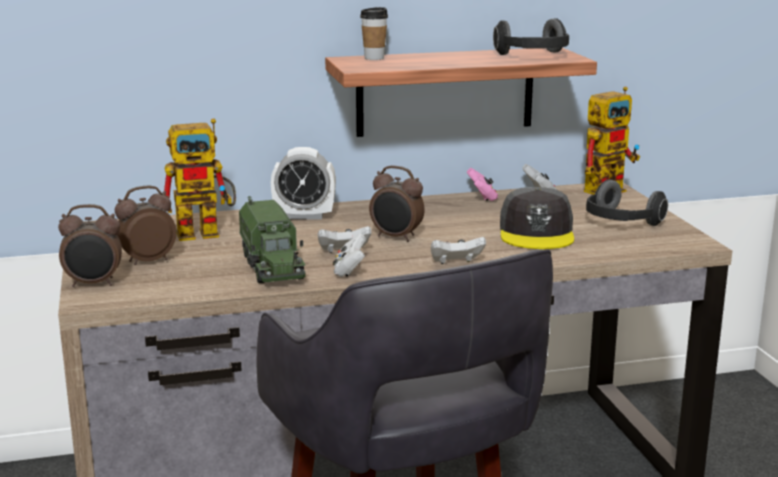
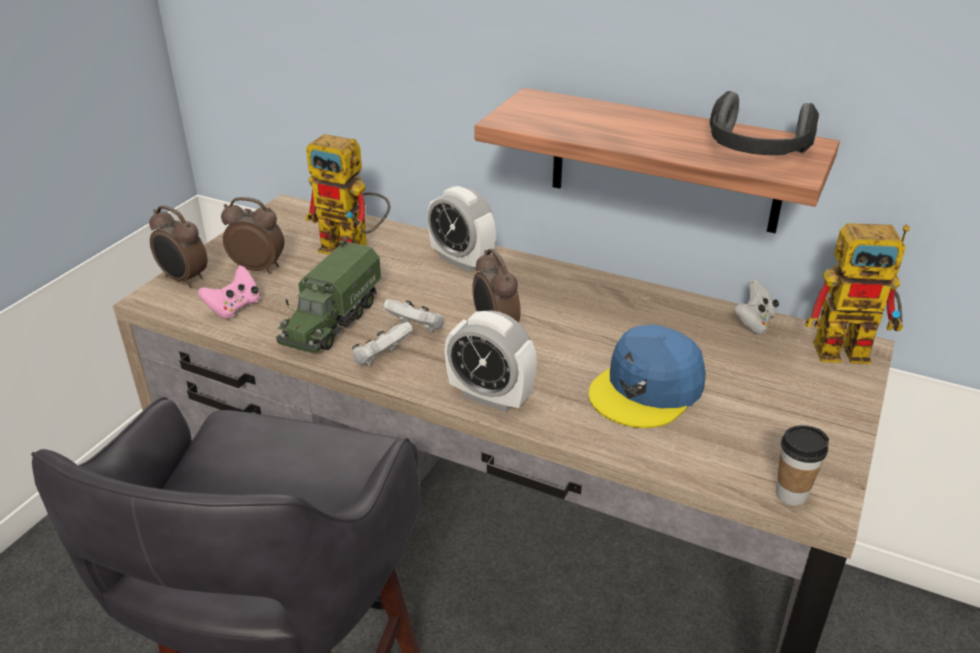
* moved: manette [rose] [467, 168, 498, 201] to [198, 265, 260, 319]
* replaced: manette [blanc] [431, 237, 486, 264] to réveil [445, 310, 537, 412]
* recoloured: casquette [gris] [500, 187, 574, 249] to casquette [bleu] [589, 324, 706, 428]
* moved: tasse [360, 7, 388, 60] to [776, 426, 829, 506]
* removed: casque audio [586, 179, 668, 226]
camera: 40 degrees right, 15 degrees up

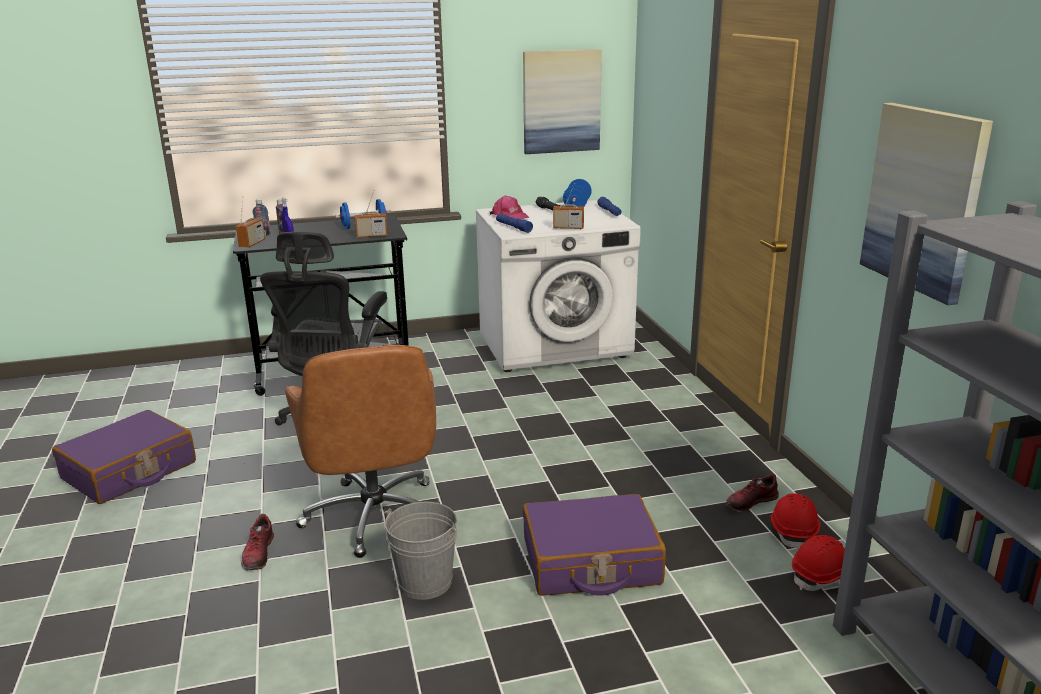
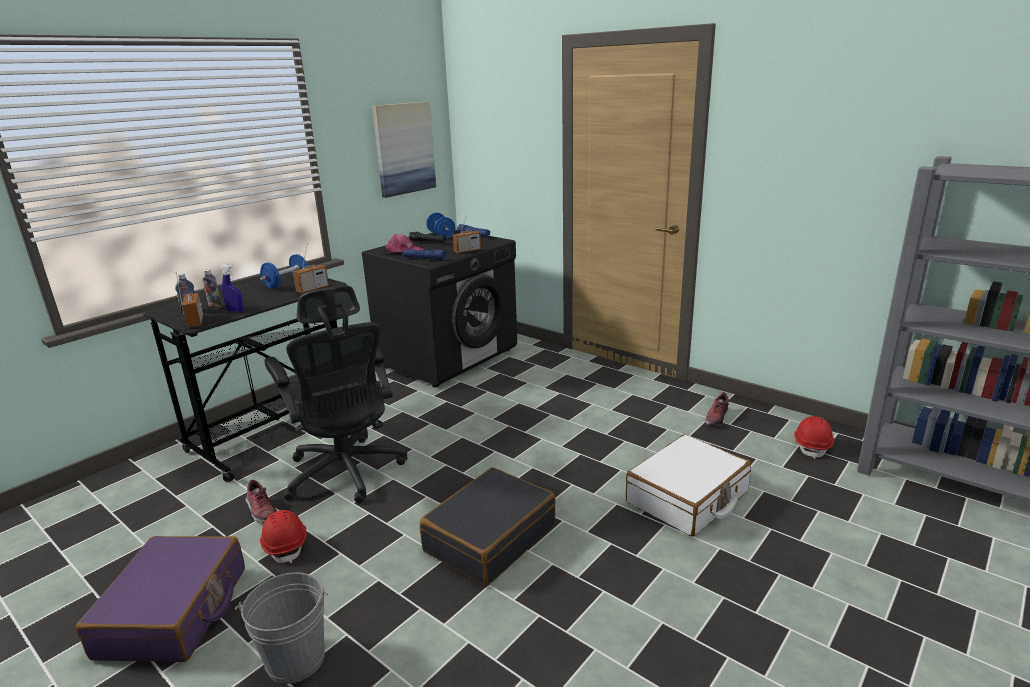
* moved: seau [gris] [384, 502, 457, 600] to [235, 572, 328, 684]
* moved: chaussure [241, 514, 274, 571] to [245, 480, 277, 524]
* moved: casque de chantier [rouge] [770, 493, 821, 550] to [260, 510, 307, 563]
* recoloured: lave-linge [blanc] [476, 200, 641, 372] to lave-linge [noir] [362, 230, 517, 387]
* replaced: chaise de bureau [marron] [285, 345, 436, 558] to valise [noir] [420, 467, 556, 586]
* recoloured: valise [violet] [523, 494, 666, 596] to valise [blanc] [626, 434, 751, 537]
* removed: tableau [860, 103, 993, 305]
camera: 35 degrees left, 0 degrees up

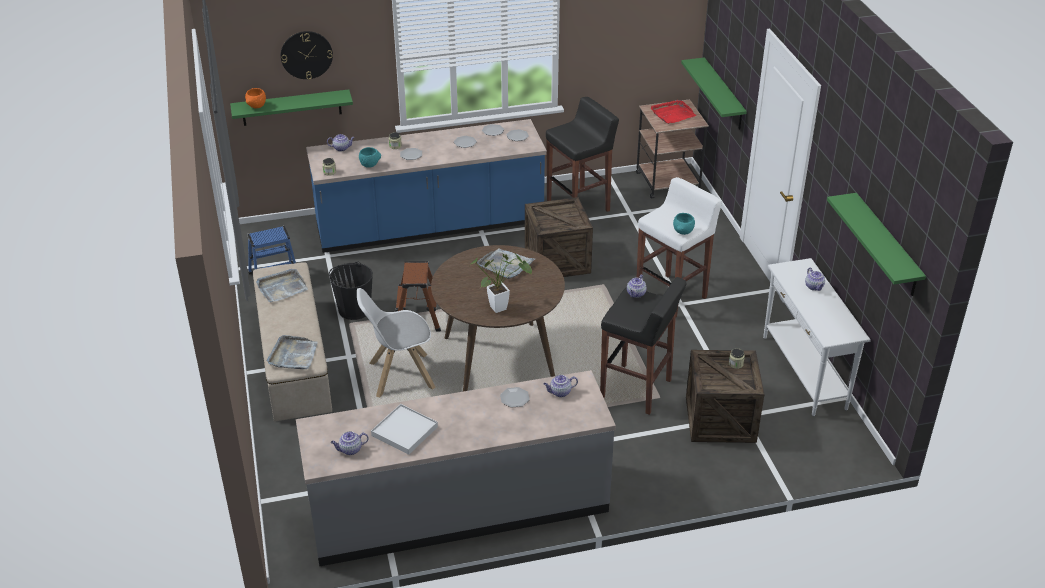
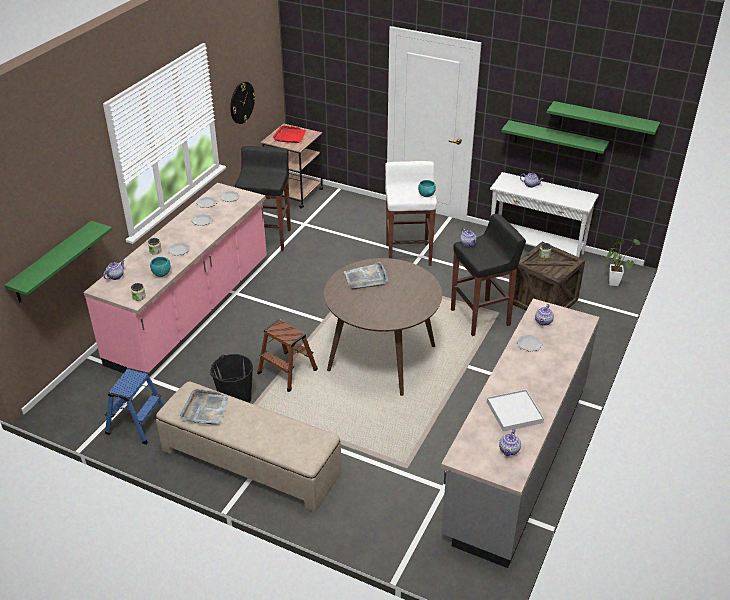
* recoloured: comptoir de cuisine [bleu] [306, 119, 547, 253] to comptoir de cuisine [rose] [84, 183, 267, 373]
* moved: horloge murale [281, 31, 333, 80] to [230, 82, 256, 124]
* moved: étagère [vert] [681, 57, 747, 130] to [501, 120, 609, 161]
* moved: plante en pot [468, 254, 532, 313] to [607, 238, 640, 286]
* removed: bol [orange] [245, 88, 266, 108]
* removed: plateau [gris] [267, 335, 317, 369]
* removed: chaise [357, 288, 436, 398]
* removed: caisse [525, 197, 593, 277]
camera: 50 degrees left, 0 degrees up

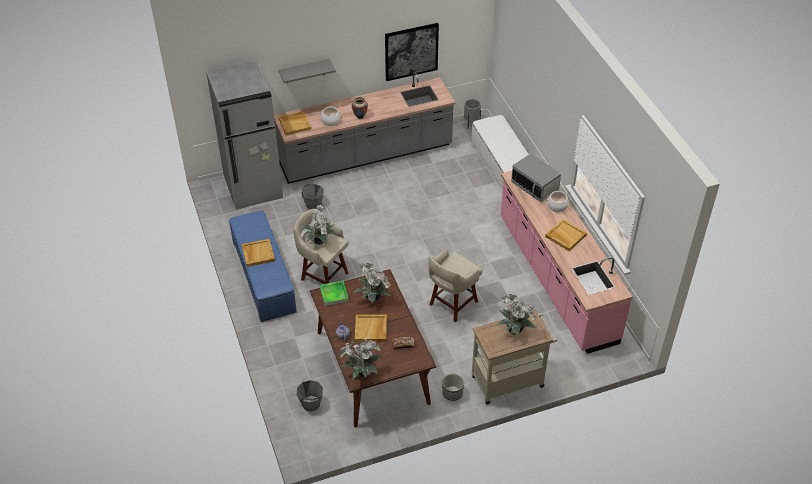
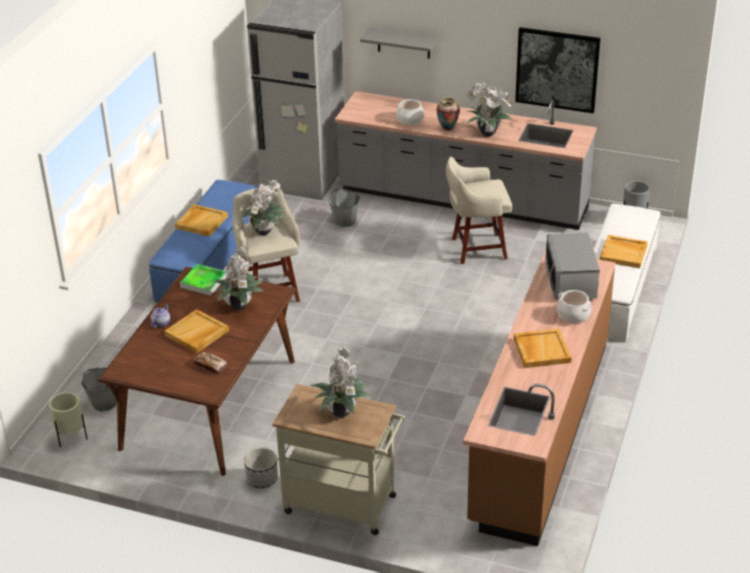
* added: cache-pot [beige] [49, 392, 87, 447]
* moved: tabouret [beige] [428, 249, 482, 322] to [446, 157, 512, 264]
* recoloured: comptoir de cuisine [rose] [501, 171, 633, 354] to comptoir de cuisine [marron] [463, 250, 615, 546]
* moved: plante en pot [337, 338, 382, 380] to [466, 82, 514, 137]
* moved: plateau [beige] [279, 111, 311, 135] to [600, 235, 648, 268]
camera: 40 degrees right, 10 degrees down

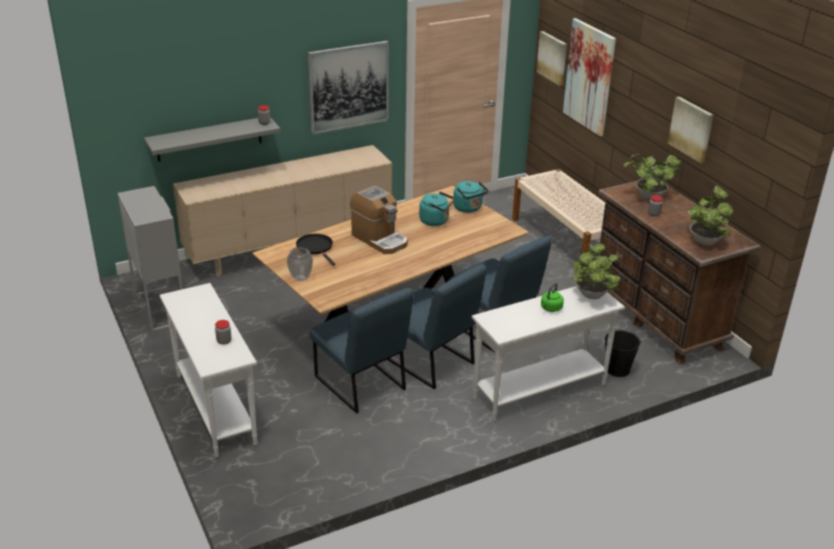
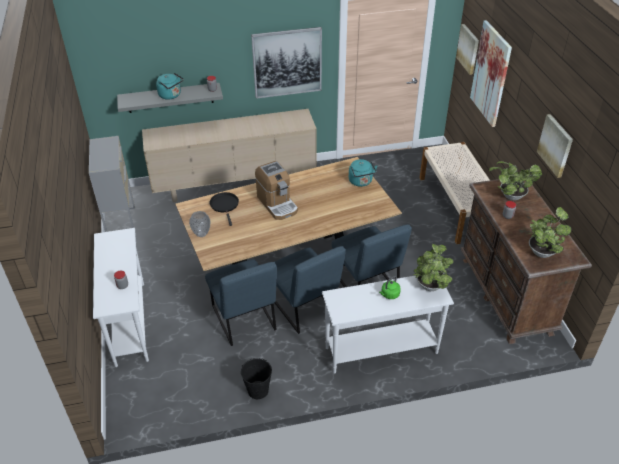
* moved: bouilloire [turquoise] [419, 192, 455, 226] to [156, 73, 184, 100]
* moved: seau [noir] [605, 330, 641, 377] to [241, 358, 272, 399]
camera: 15 degrees right, 10 degrees up

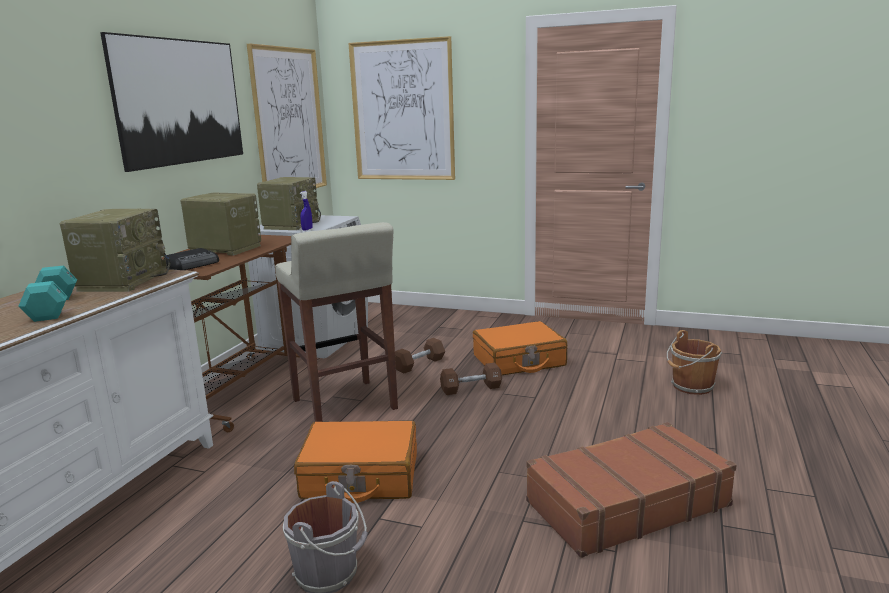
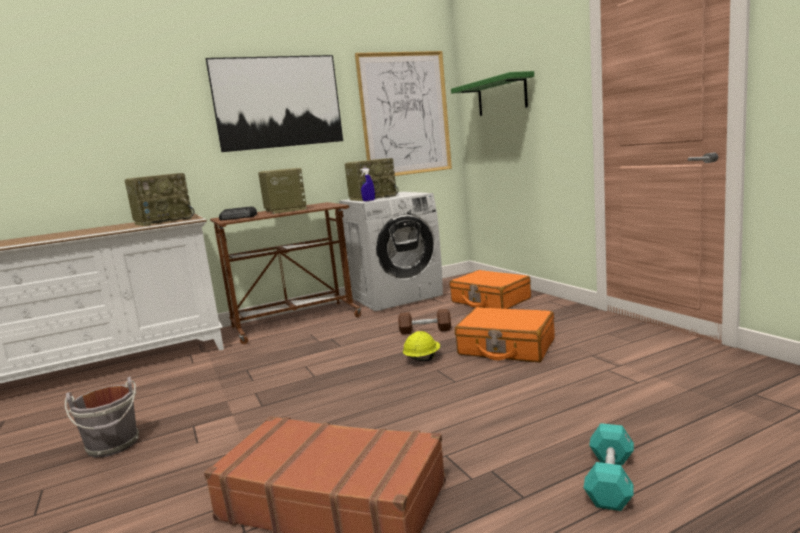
* replaced: haltère [marron] [440, 363, 502, 395] to casque de chantier [jaune] [403, 331, 440, 361]
* moved: valise [orange] [294, 421, 417, 503] to [449, 270, 531, 309]
* replaced: tableau [348, 36, 455, 180] to étagère [vert] [451, 71, 534, 116]
* moved: haltère [turquoise] [19, 265, 77, 322] to [584, 423, 634, 511]
* removed: tabouret [beige] [275, 222, 398, 422]
* removed: seau [marron] [667, 330, 722, 395]
camera: 45 degrees right, 5 degrees down

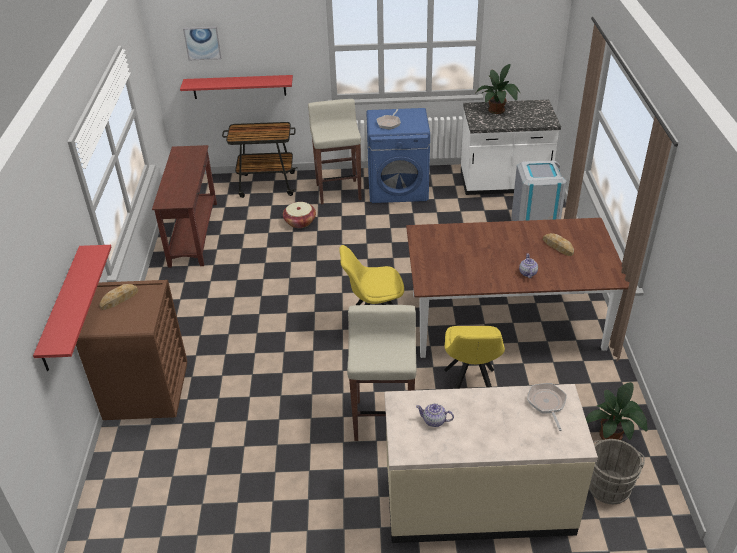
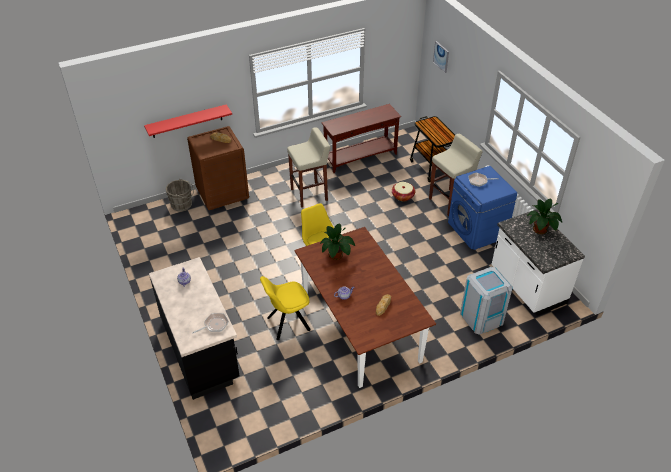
* recoloured: comptoir de cuisine [beige] [385, 384, 598, 543] to comptoir de cuisine [noir] [149, 257, 240, 400]
* moved: seau [gris] [589, 439, 645, 504] to [166, 179, 194, 211]
* moved: tabouret [beige] [347, 305, 417, 441] to [287, 127, 330, 208]
* moved: plante en pot [586, 382, 648, 440] to [320, 223, 355, 260]
* removed: étagère [rouge] [180, 75, 293, 99]
camera: 65 degrees right, 5 degrees up

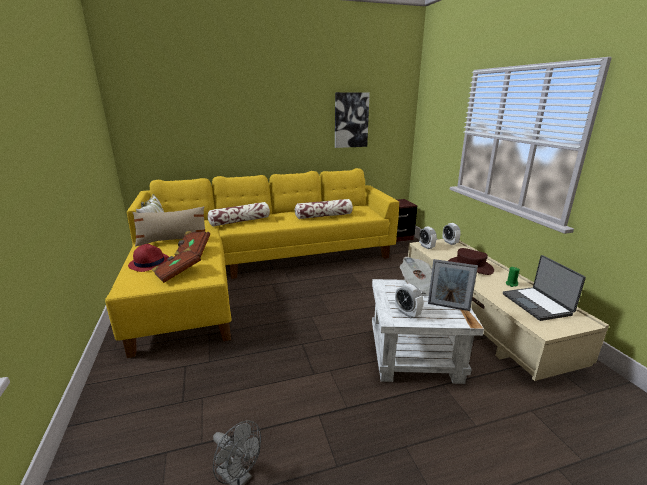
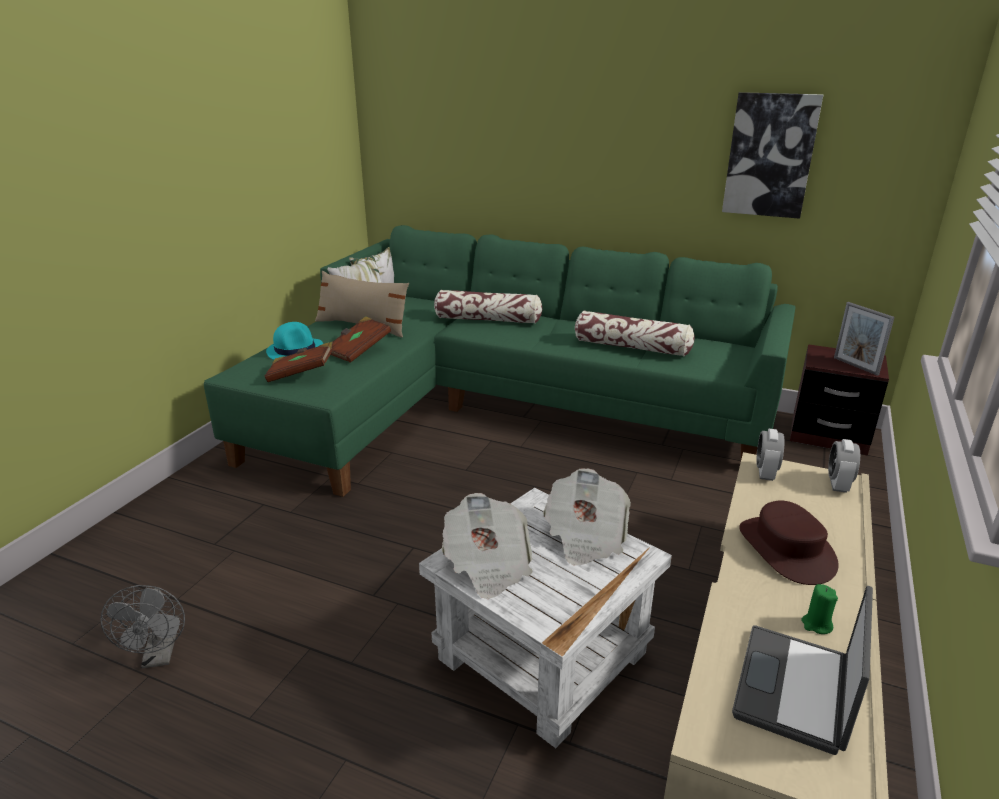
* recoloured: canapé [jaune] [105, 168, 399, 358] to canapé [vert] [204, 225, 795, 497]
* recoloured: chapeau [rouge] [128, 244, 169, 272] to chapeau [turquoise] [266, 322, 323, 360]
* replaced: réveil [395, 283, 423, 318] to journal [441, 493, 532, 599]
* moved: cadre photo [428, 259, 478, 311] to [834, 302, 895, 376]
camera: 40 degrees right, 5 degrees up

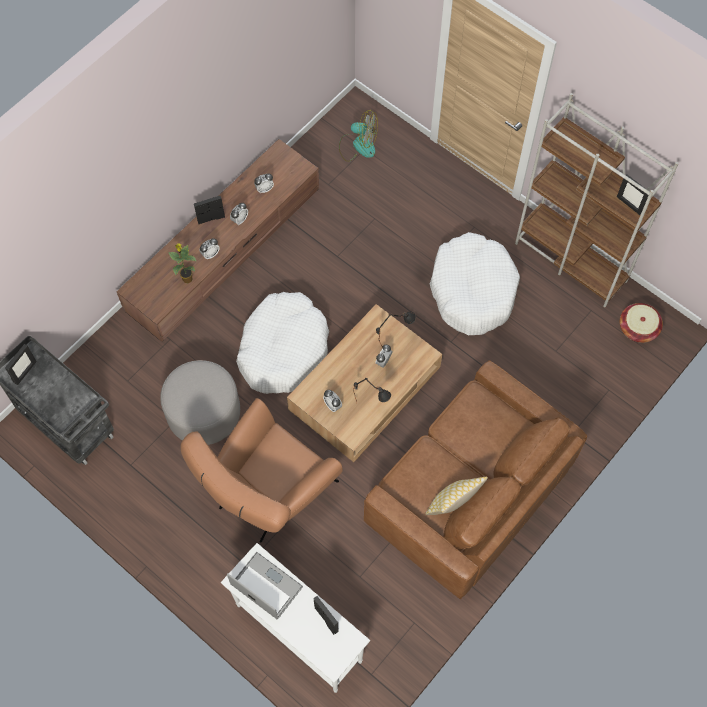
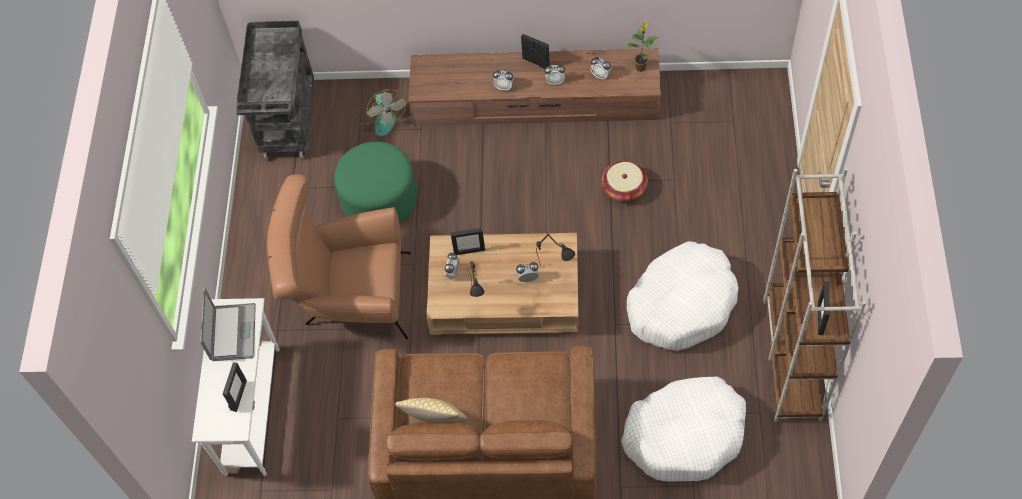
* recoloured: pouf [gris] [160, 360, 240, 445] to pouf [vert] [334, 142, 417, 224]
* moved: ventilateur [339, 110, 378, 162] to [357, 89, 406, 137]
* moved: cadre photo [5, 344, 37, 385] to [451, 228, 485, 255]
* moved: panier [620, 303, 663, 343] to [602, 161, 648, 202]
* moved: panier pour chien [blanc] [236, 292, 329, 394] to [621, 376, 746, 482]
* moved: plante en pot [168, 243, 196, 283] to [625, 23, 660, 72]
camera: 55 degrees right, 5 degrees down

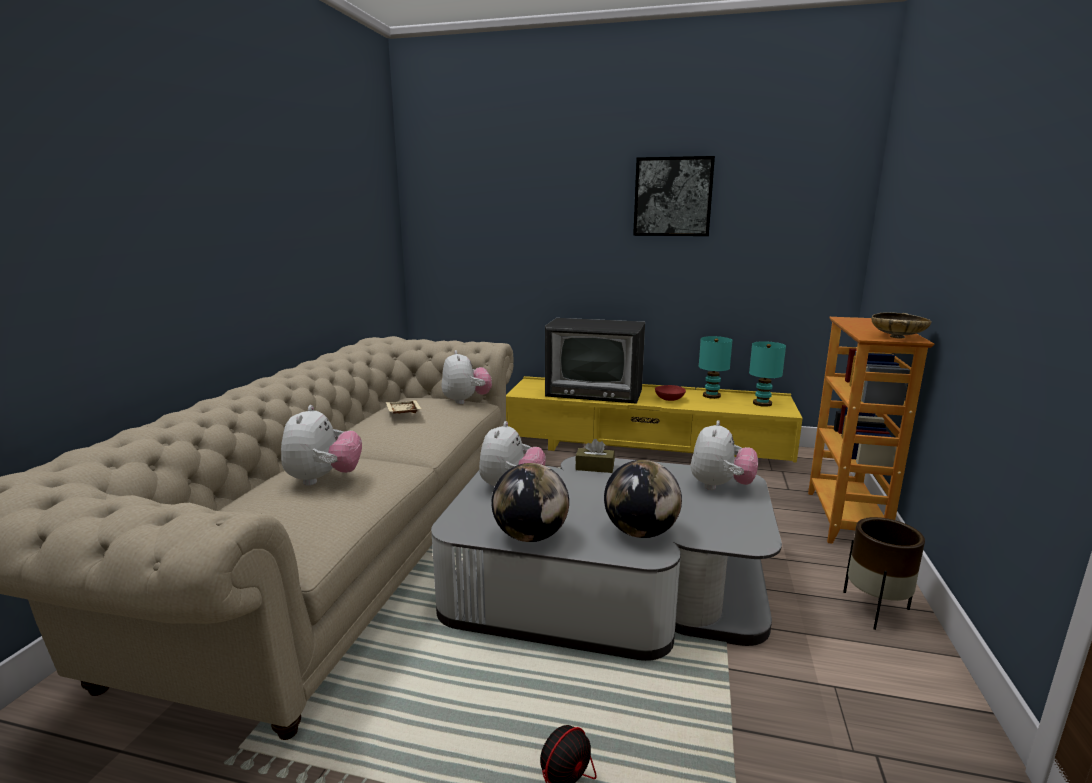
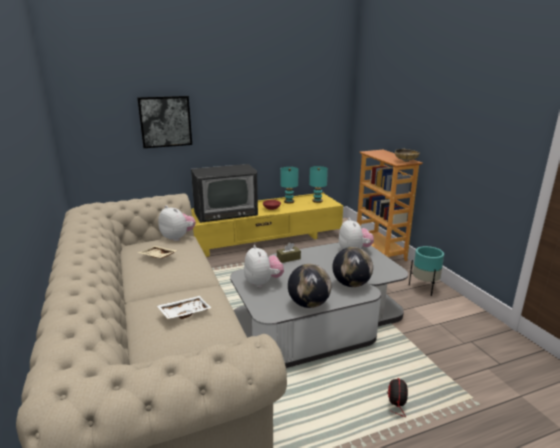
* moved: tableau [633, 156, 715, 236] to [137, 96, 192, 148]
* replaced: peluche [281, 405, 362, 486] to plateau [blanc] [157, 296, 211, 319]
* recoloured: cache-pot [marron] [843, 517, 925, 630] to cache-pot [turquoise] [409, 246, 444, 296]
camera: 35 degrees left, 5 degrees up

